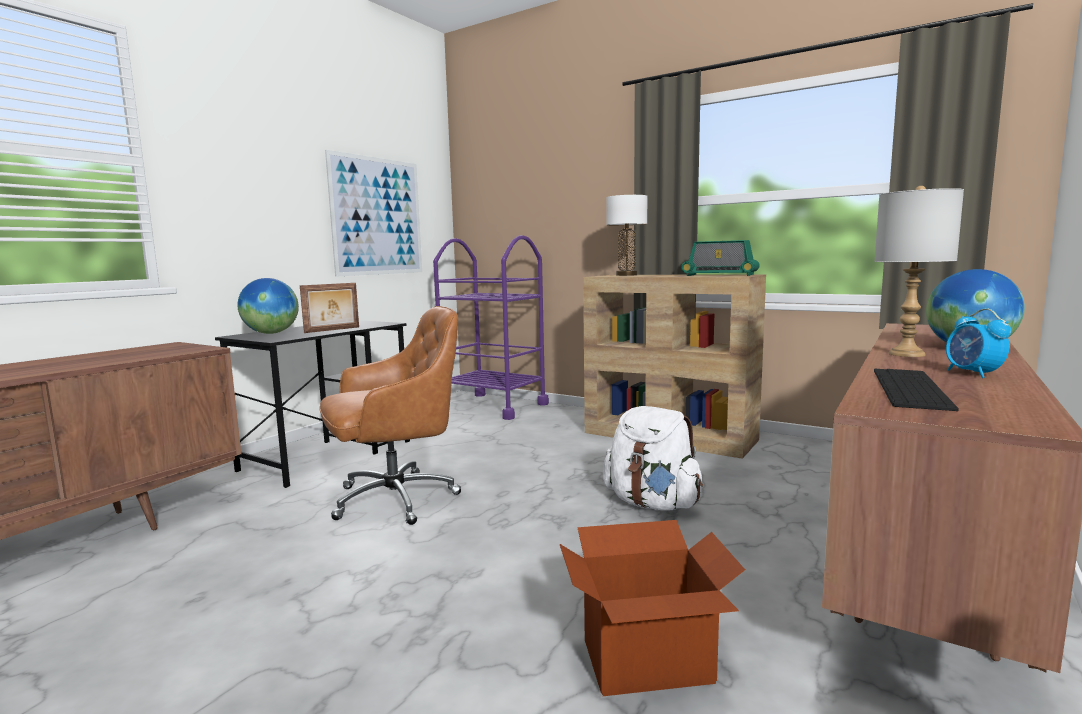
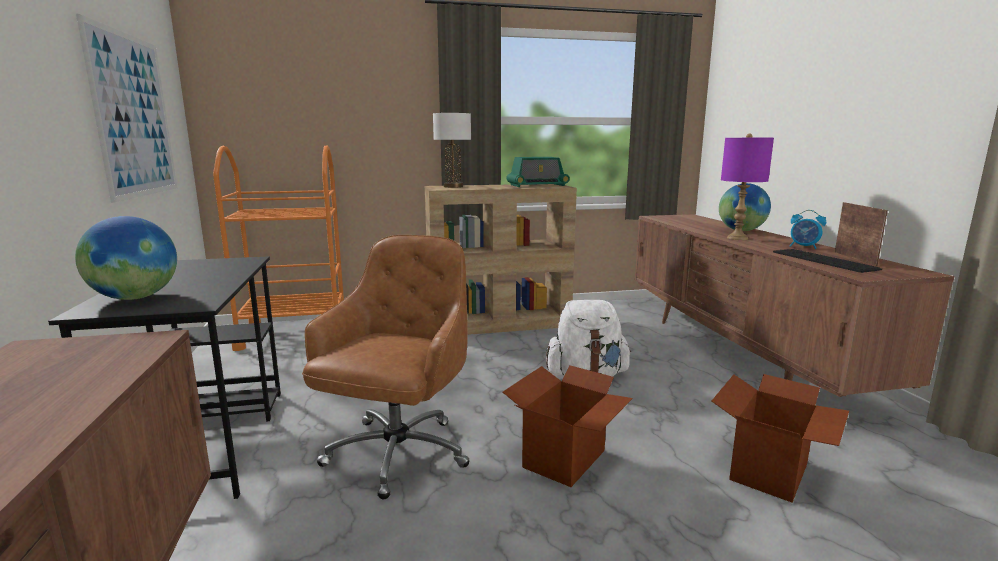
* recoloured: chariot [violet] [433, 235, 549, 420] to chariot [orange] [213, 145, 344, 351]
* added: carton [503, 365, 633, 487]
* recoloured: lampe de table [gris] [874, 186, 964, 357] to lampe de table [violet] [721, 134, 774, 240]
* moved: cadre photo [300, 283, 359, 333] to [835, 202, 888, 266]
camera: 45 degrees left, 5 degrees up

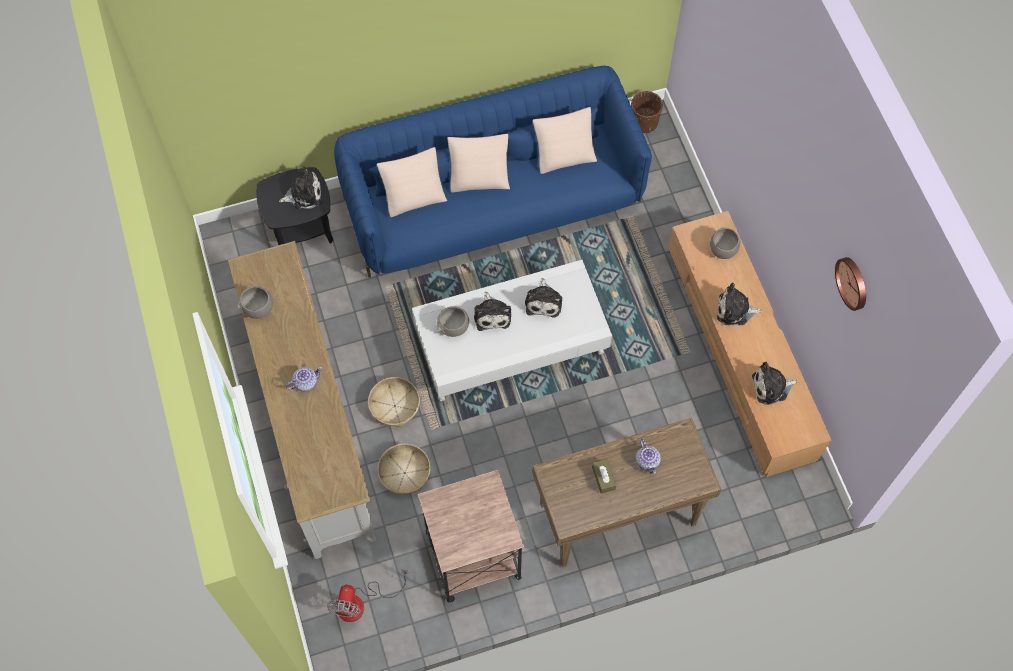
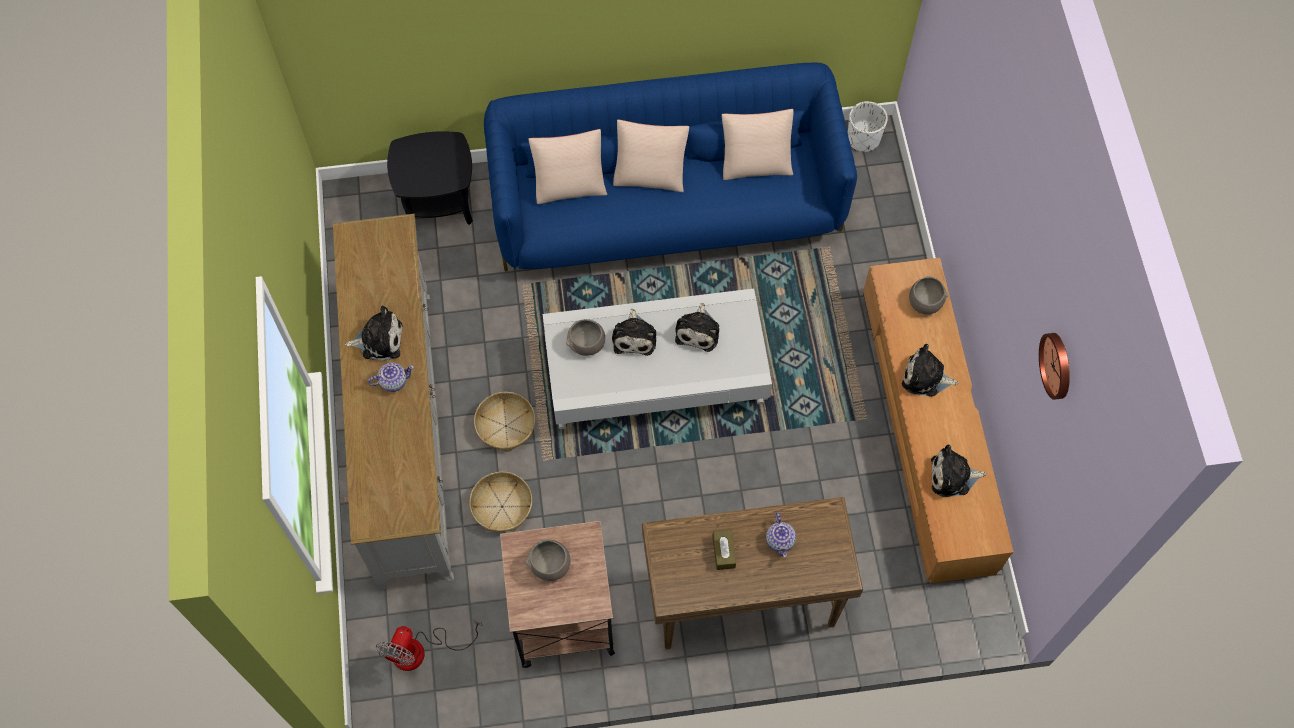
* moved: peluche [279, 167, 322, 209] to [345, 306, 403, 361]
* moved: bol [gris] [237, 286, 273, 319] to [525, 539, 571, 581]
* recoloured: cache-pot [marron] [631, 91, 663, 133] to cache-pot [blanc] [848, 101, 888, 152]
camera: 10 degrees right, 0 degrees up

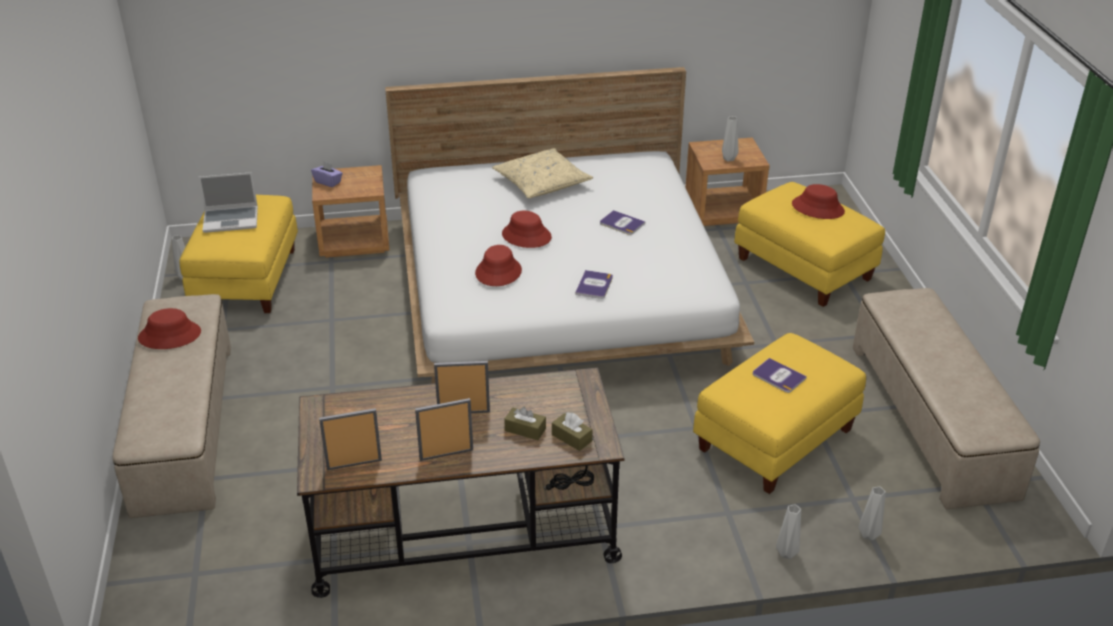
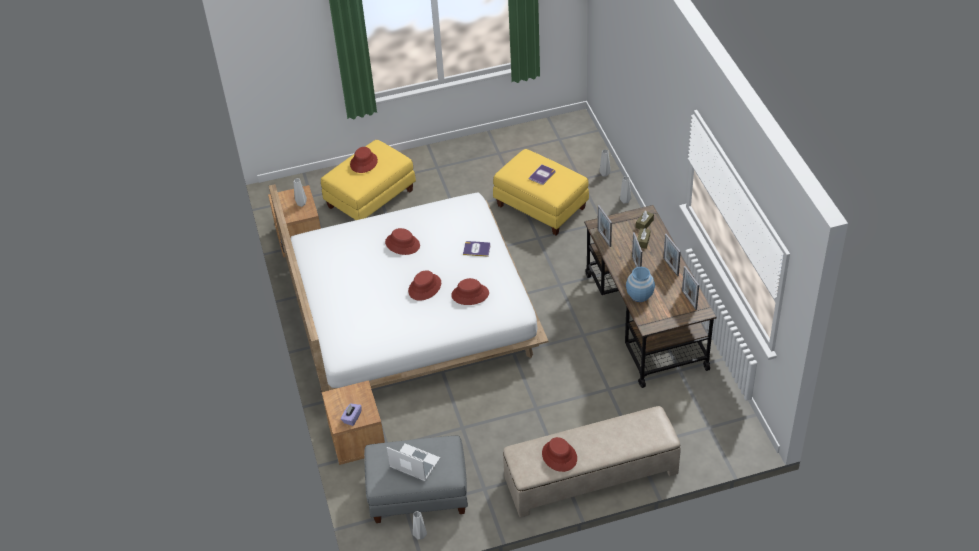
* recoloured: pouf [jaune] [179, 195, 298, 313] to pouf [gris] [364, 435, 468, 523]
* replaced: livre [600, 210, 645, 235] to chapeau [rouge] [385, 228, 420, 255]
* turned: ordinateur portable [198, 172, 258, 233] = [387, 443, 440, 481] 45 degrees counterclockwise
* added: cadre photo [597, 205, 612, 247]
* added: vase [bleu] [626, 267, 655, 302]
* removed: coussin [beige] [492, 148, 593, 198]
* removed: banc [beige] [853, 288, 1040, 509]
camera: 95 degrees left, 10 degrees up

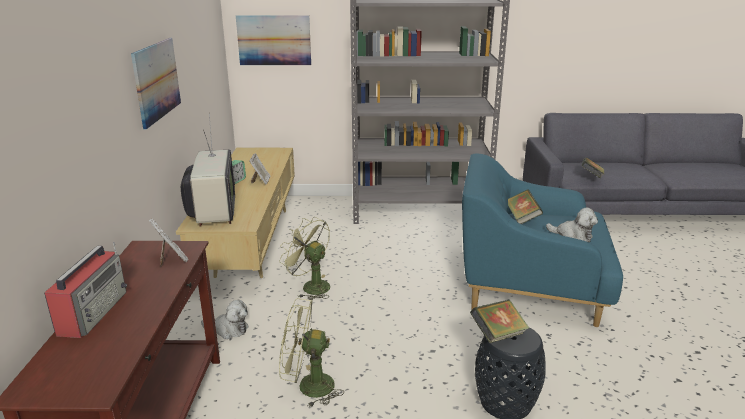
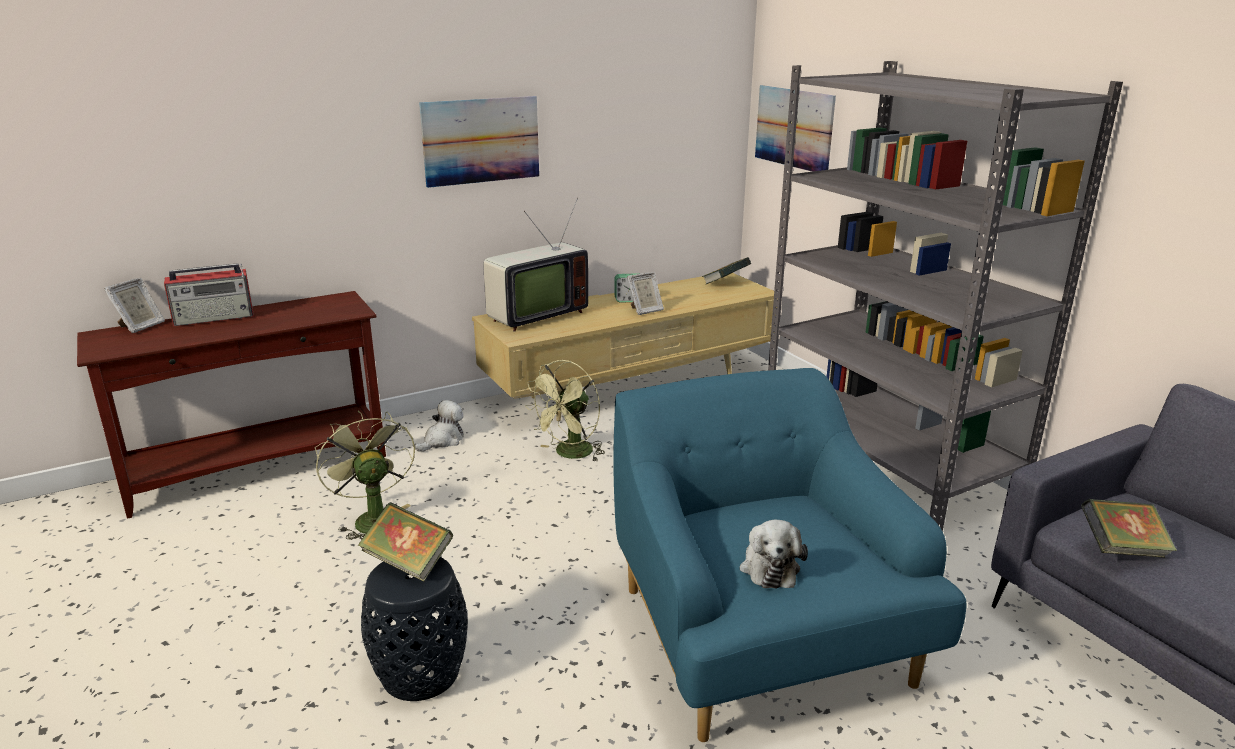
* moved: cadre photo [148, 218, 188, 267] to [104, 278, 165, 333]
* turned: peluche [201, 300, 248, 339] = [415, 400, 464, 452] 120 degrees counterclockwise
* turned: ventilateur [vert] [279, 217, 330, 300] = [525, 360, 605, 462] 150 degrees counterclockwise
* moved: livre [508, 189, 543, 224] to [702, 257, 751, 284]
camera: 60 degrees right, 0 degrees up

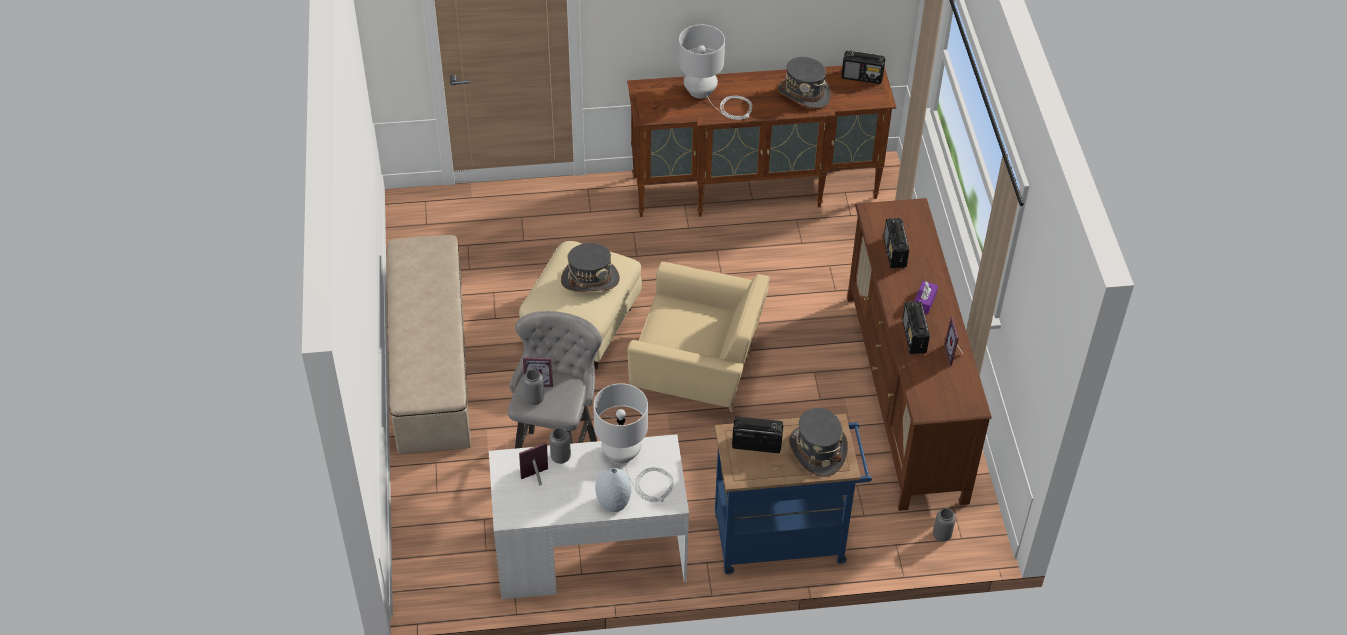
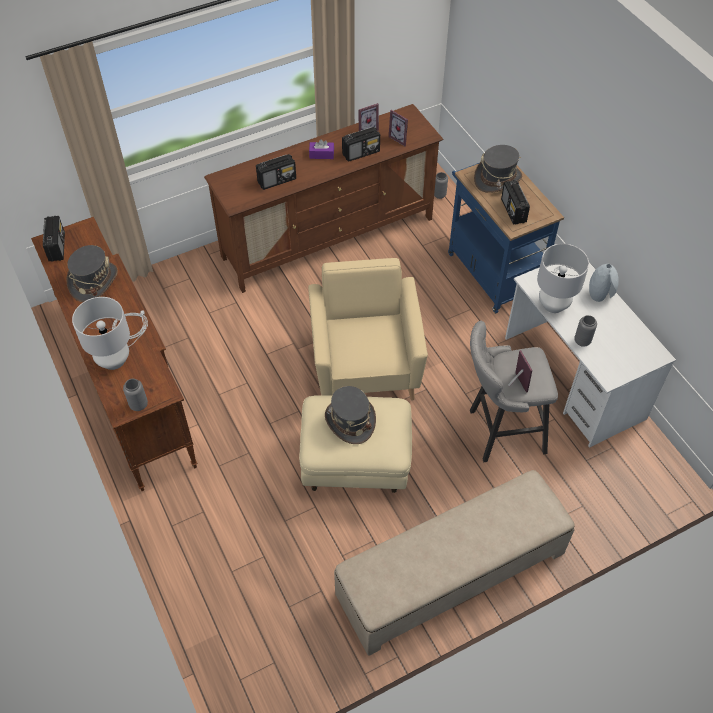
* moved: vase [gris] [523, 369, 544, 405] to [123, 379, 148, 411]
* moved: cadre photo [519, 443, 548, 486] to [389, 110, 408, 146]
camera: 110 degrees left, 5 degrees up

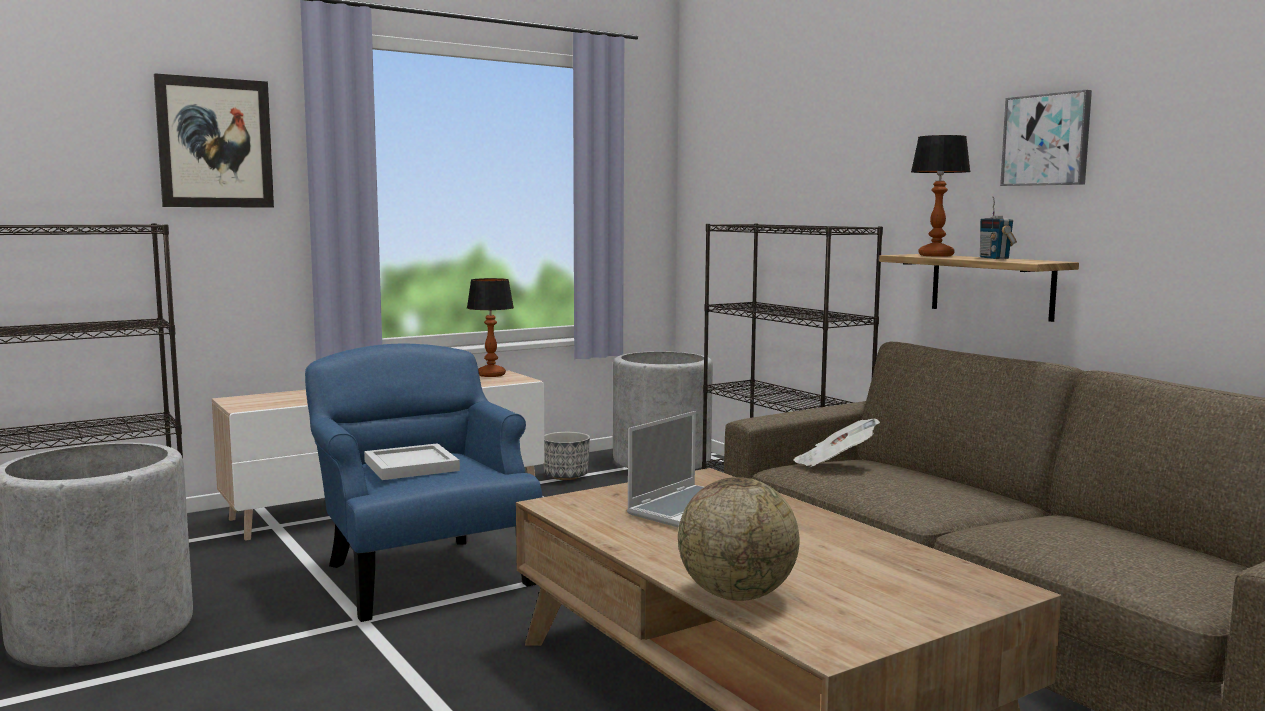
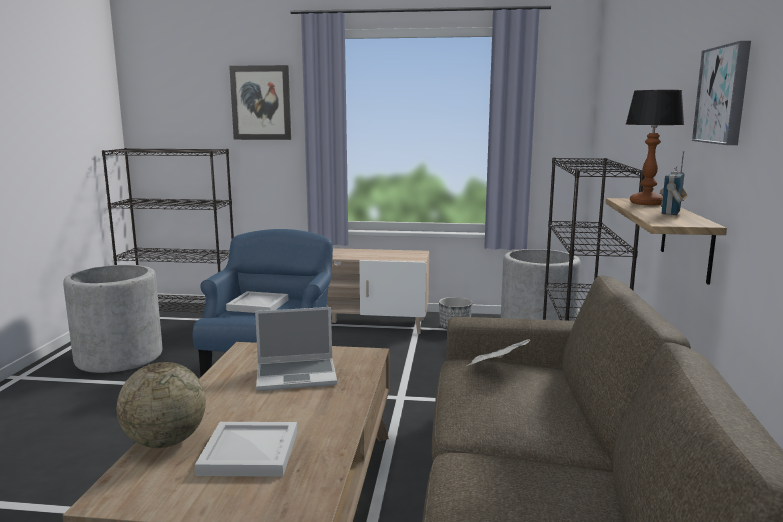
* added: plateau [blanc] [195, 422, 297, 477]
* removed: lampe de table [467, 278, 514, 377]
camera: 40 degrees right, 5 degrees up

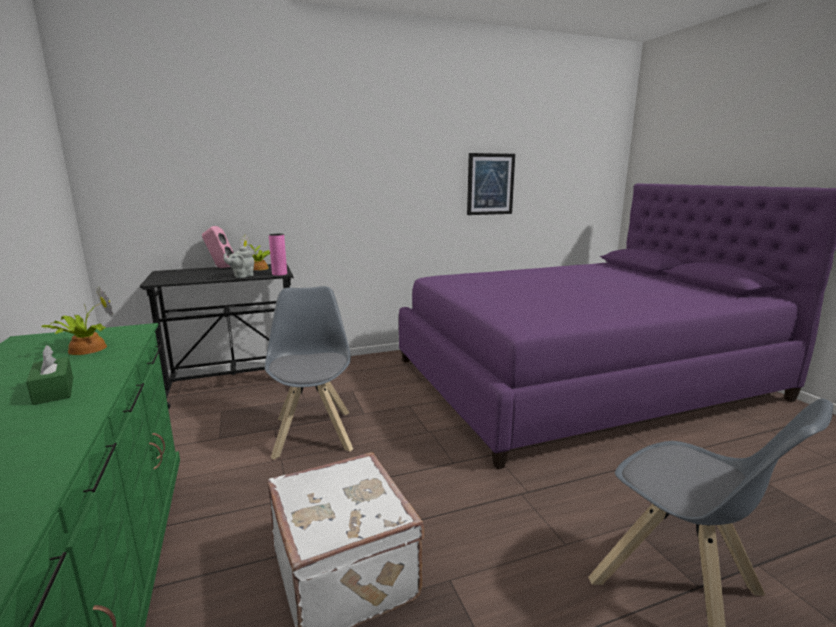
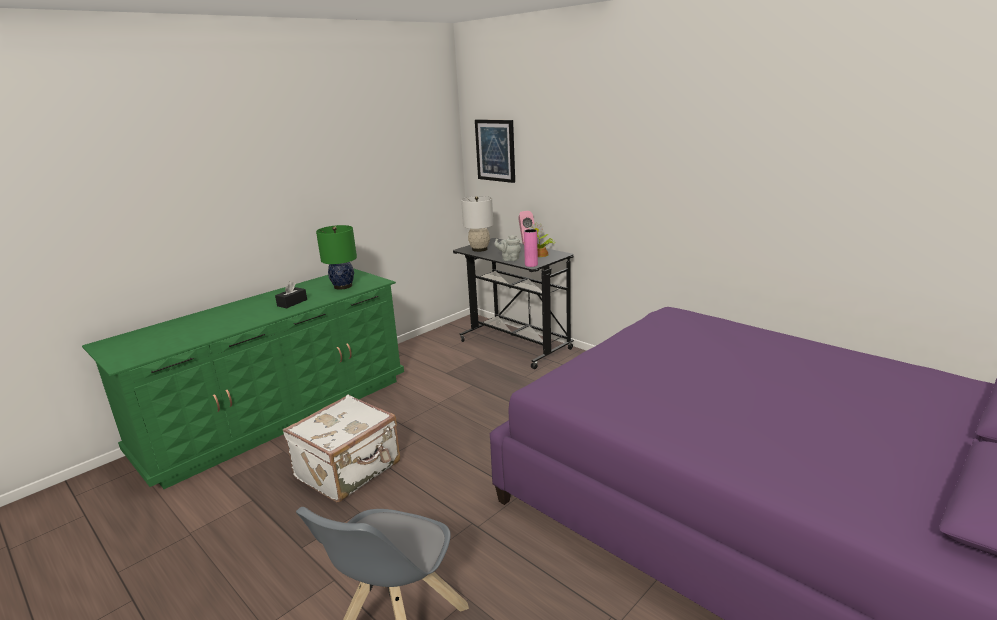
* recoloured: boîte à mouchoirs [vert] [26, 345, 73, 405] to boîte à mouchoirs [noir] [275, 282, 307, 308]
* replaced: plante en pot [41, 287, 113, 355] to lampe de table [vert] [316, 225, 357, 290]
* added: lampe de table [blanc] [461, 196, 493, 252]
* moved: tableau [467, 153, 515, 215] to [475, 119, 515, 183]
* removed: chaise [gris] [265, 286, 353, 460]
camera: 65 degrees right, 5 degrees up

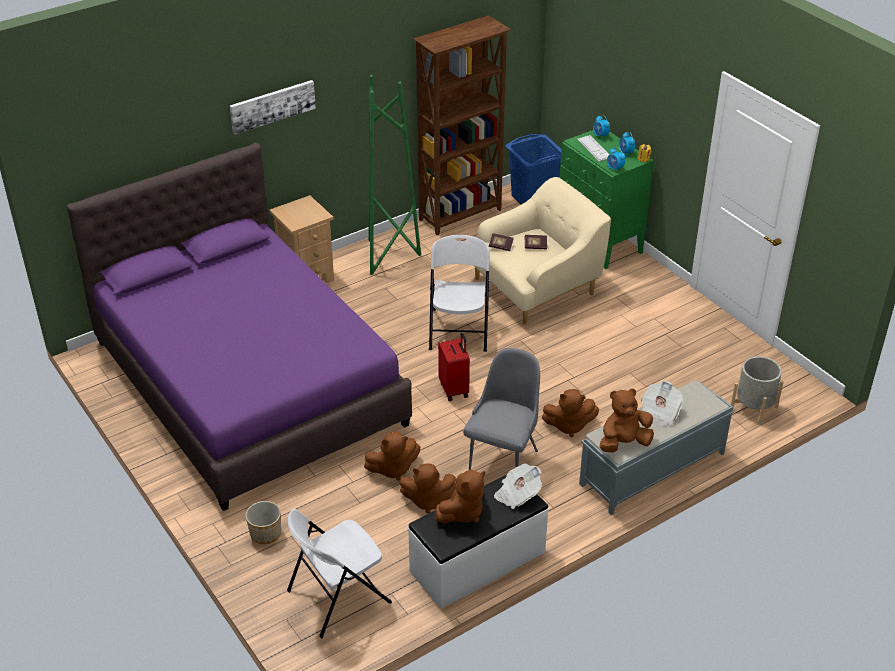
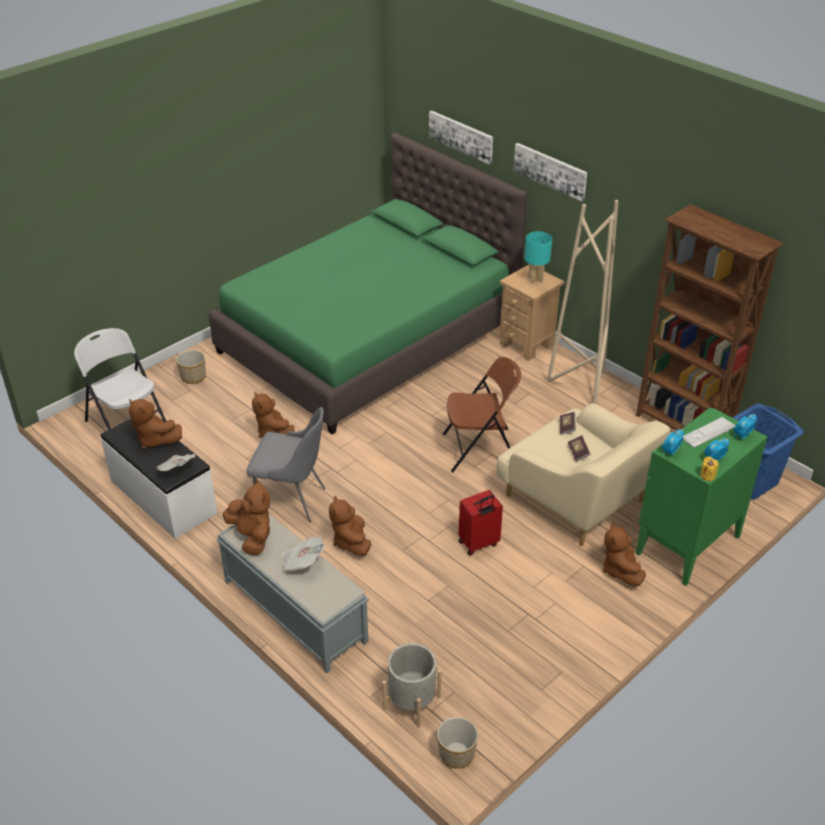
* recoloured: lit [violet] [67, 143, 412, 511] to lit [vert] [209, 132, 527, 434]
* added: tableau [429, 111, 493, 164]
* added: cache-pot [437, 717, 478, 769]
* recoloured: chaise [blanc] [429, 235, 490, 352] to chaise [marron] [443, 357, 521, 472]
* moved: valise [rouge] [438, 333, 470, 401] to [459, 490, 503, 556]
* added: lampe de table [turquoise] [524, 231, 552, 284]
* recoloured: portant [vert] [368, 75, 421, 275] to portant [beige] [547, 200, 618, 404]
* moved: peluche [marron] [399, 464, 456, 514] to [602, 522, 646, 587]
camera: 80 degrees right, 0 degrees up

